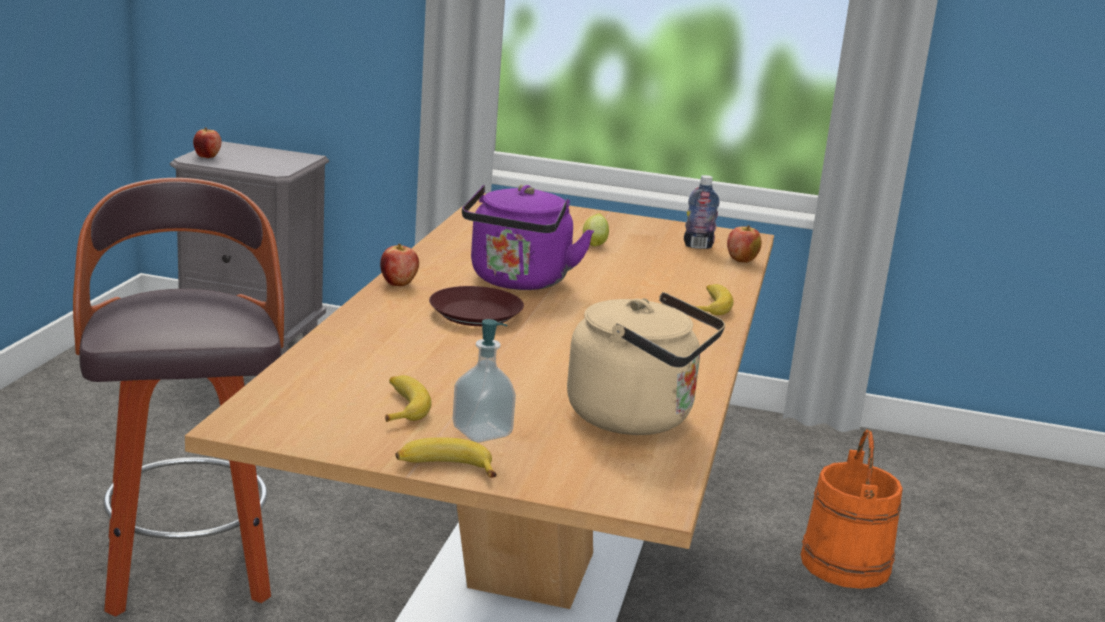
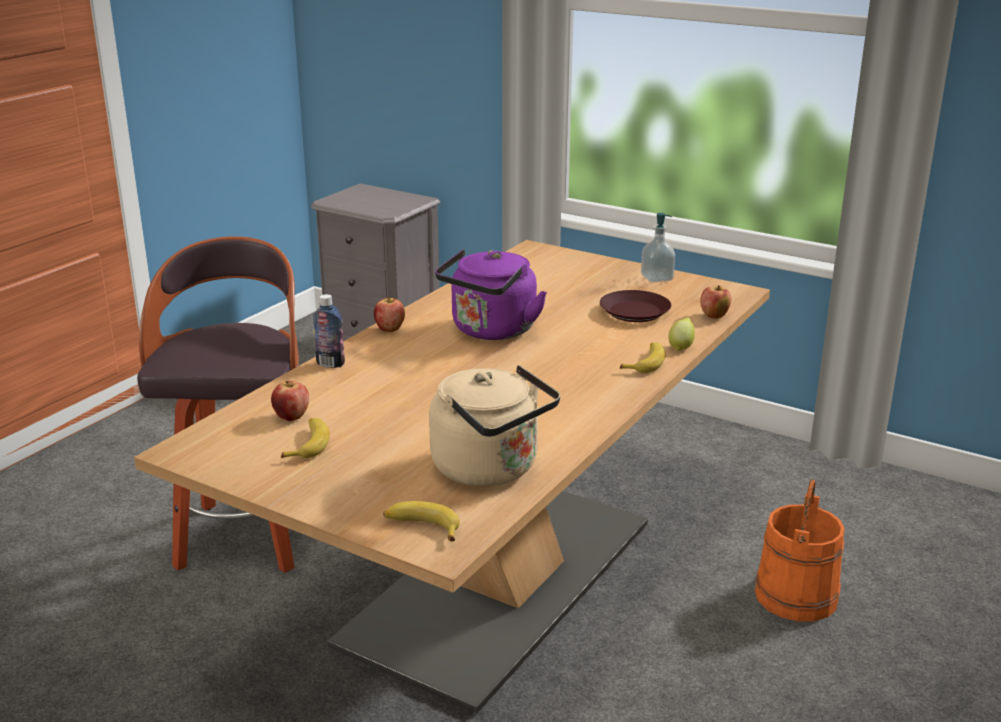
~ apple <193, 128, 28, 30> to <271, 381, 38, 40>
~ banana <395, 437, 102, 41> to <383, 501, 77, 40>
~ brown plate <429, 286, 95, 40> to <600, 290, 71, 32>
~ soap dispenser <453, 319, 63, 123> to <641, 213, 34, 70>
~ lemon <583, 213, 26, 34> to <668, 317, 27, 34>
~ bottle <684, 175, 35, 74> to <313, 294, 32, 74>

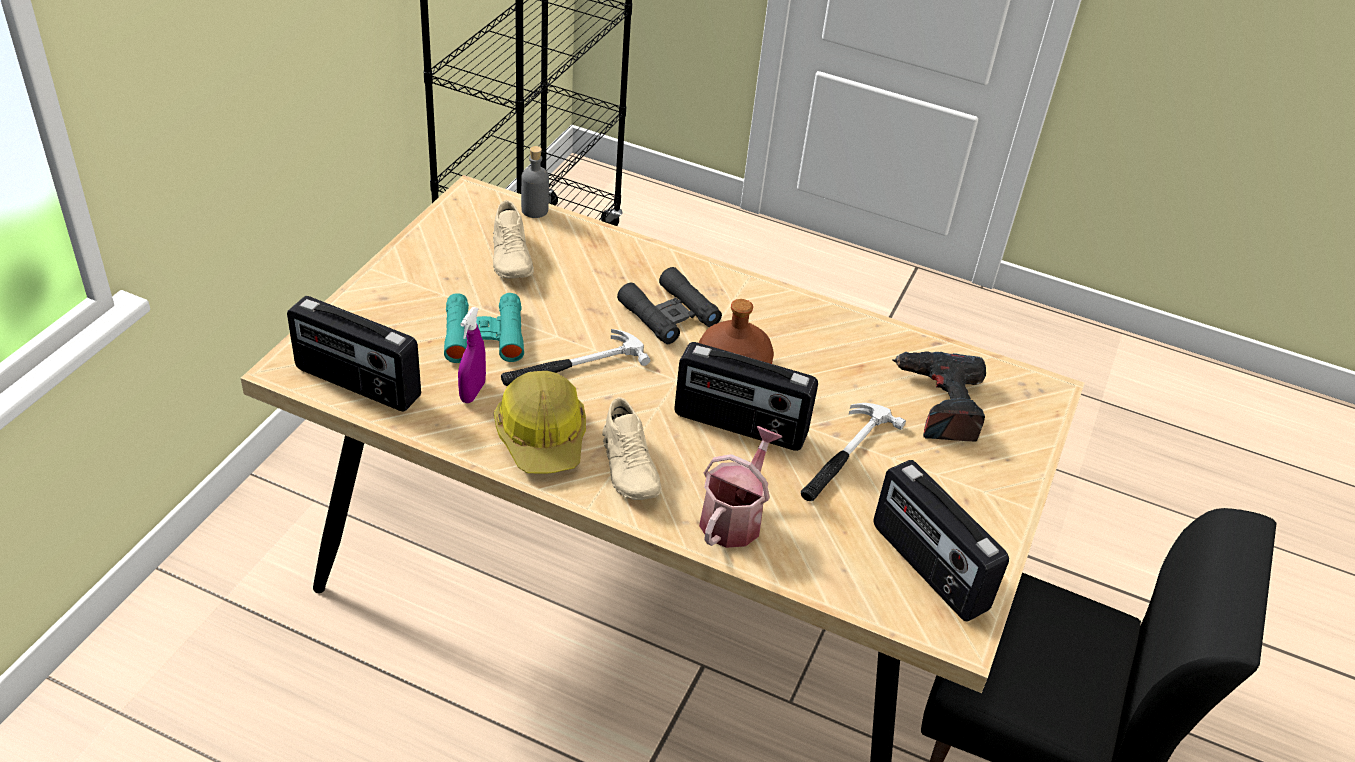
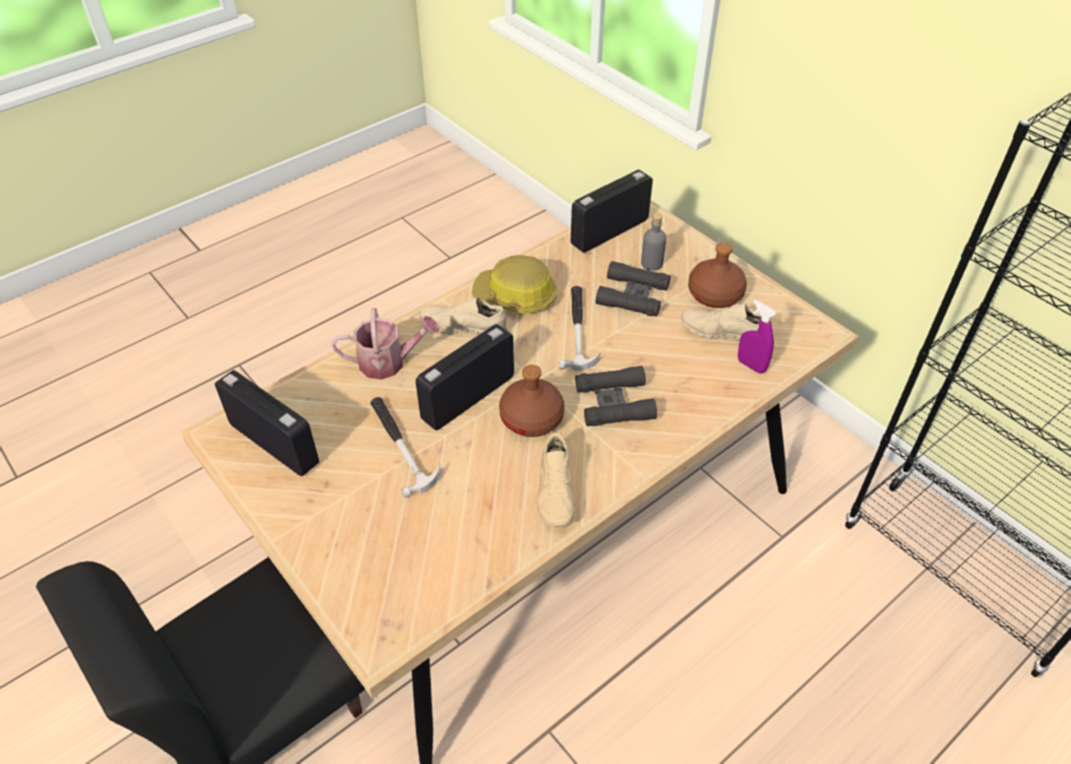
- power drill <893, 351, 93, 90>
+ beige shoe <537, 433, 40, 94>
+ brown bottle <688, 242, 59, 66>
~ purple spray bottle <458, 307, 28, 96> to <738, 300, 38, 74>
~ grey bottle <521, 146, 28, 72> to <641, 213, 25, 58>
~ turquoise binoculars <444, 293, 80, 70> to black binoculars <596, 261, 75, 55>
~ watering can <699, 426, 83, 122> = <332, 308, 108, 72> 60 degrees counterclockwise
~ radio <874, 460, 135, 161> = <215, 370, 104, 106> 45 degrees clockwise

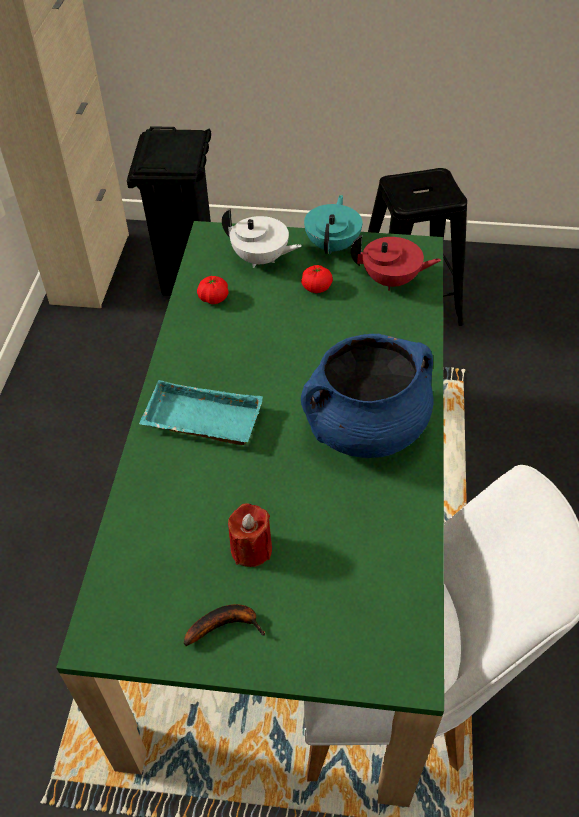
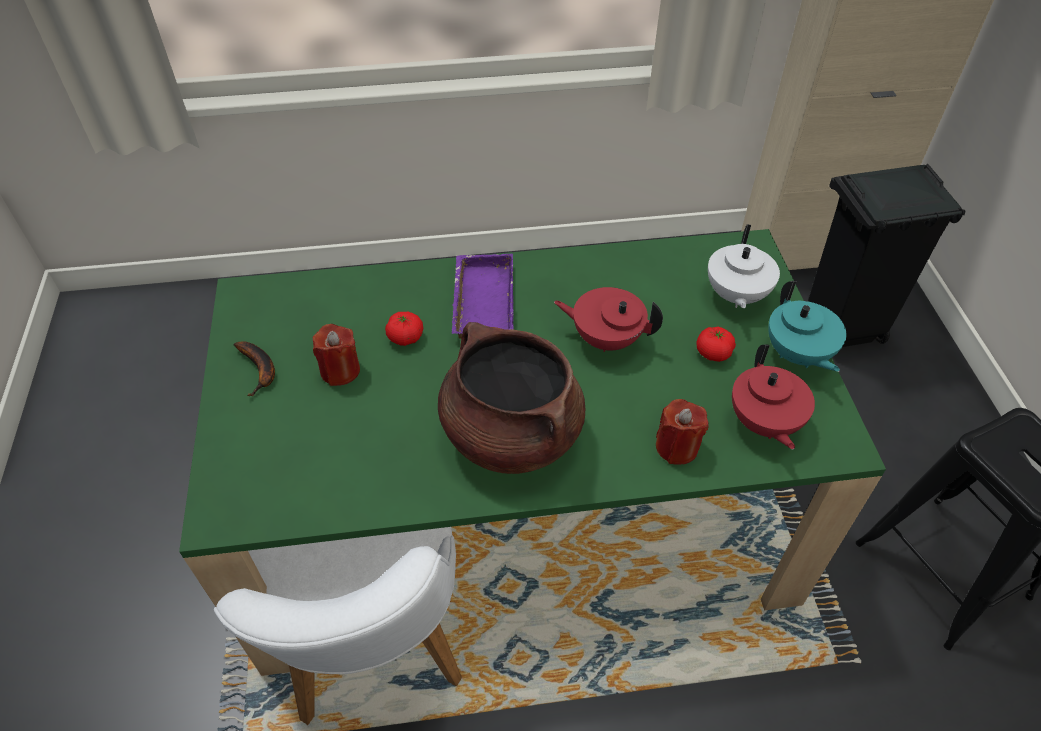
+ red teapot <554, 287, 109, 65>
+ red candle <656, 399, 53, 66>
~ tomato <197, 276, 32, 28> to <385, 312, 38, 34>
~ turquoise tray <139, 380, 124, 65> to purple tray <452, 254, 62, 85>
~ blue cooking pot <301, 334, 133, 124> to brown cooking pot <438, 322, 147, 152>
~ turquoise teapot <304, 195, 58, 60> = <768, 281, 78, 91> 75 degrees clockwise

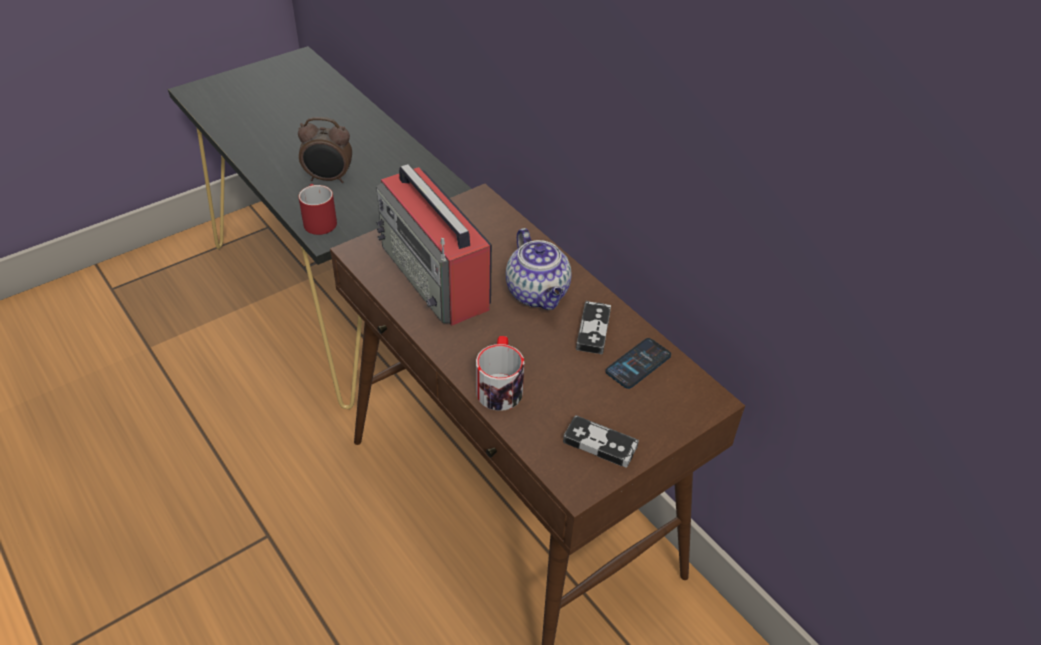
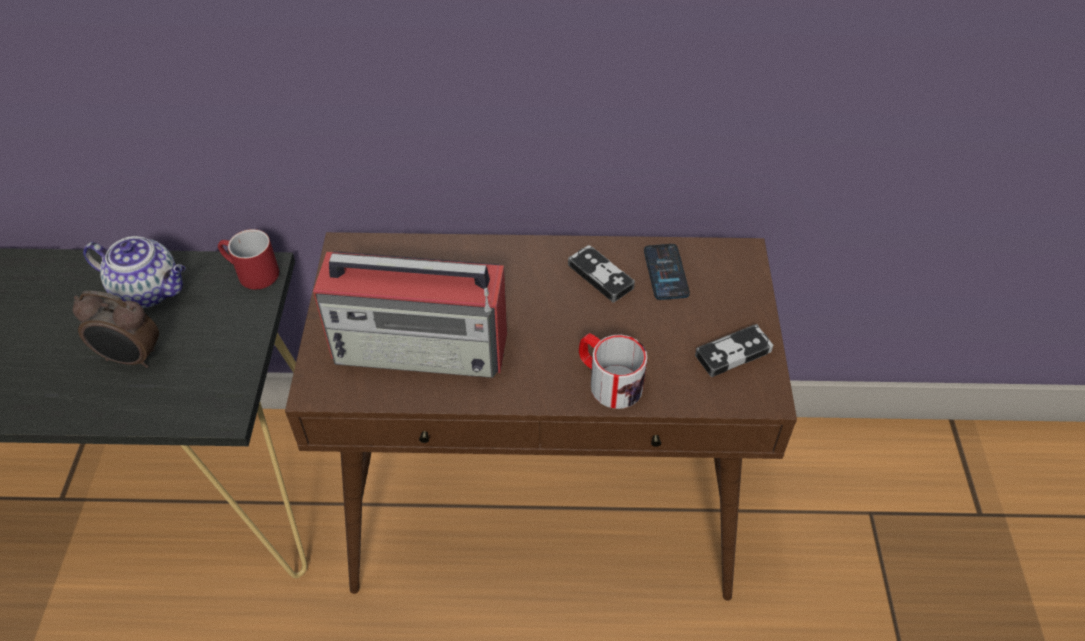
~ red mug <298, 184, 39, 51> to <218, 229, 61, 60>
~ teapot <506, 228, 66, 82> to <83, 236, 102, 72>
~ alarm clock <298, 117, 54, 66> = <73, 291, 86, 77> 60 degrees clockwise

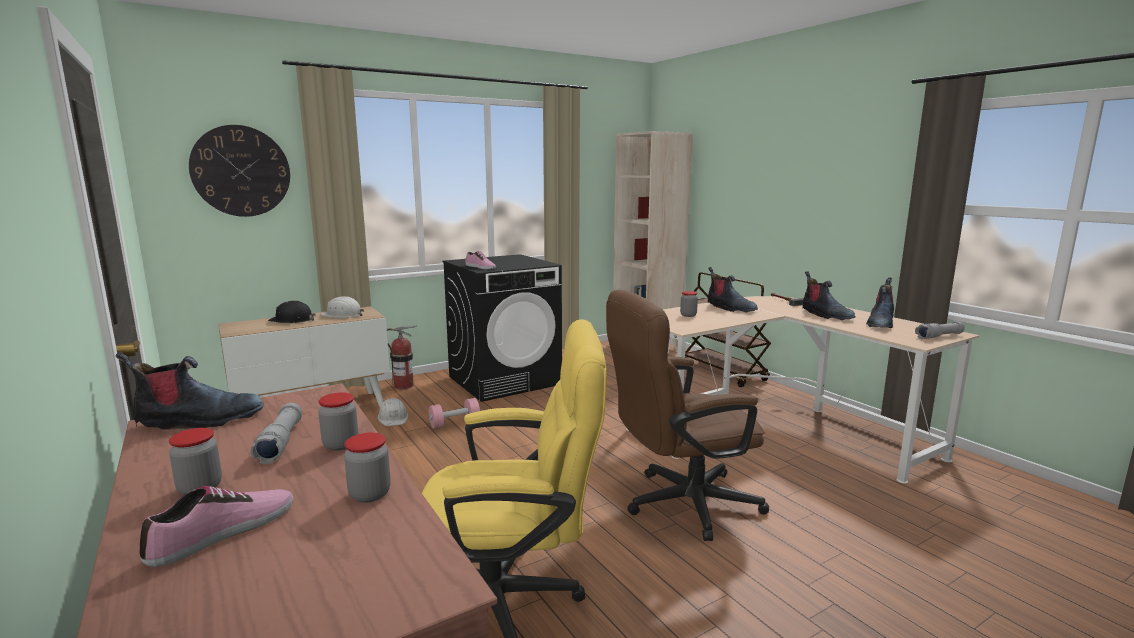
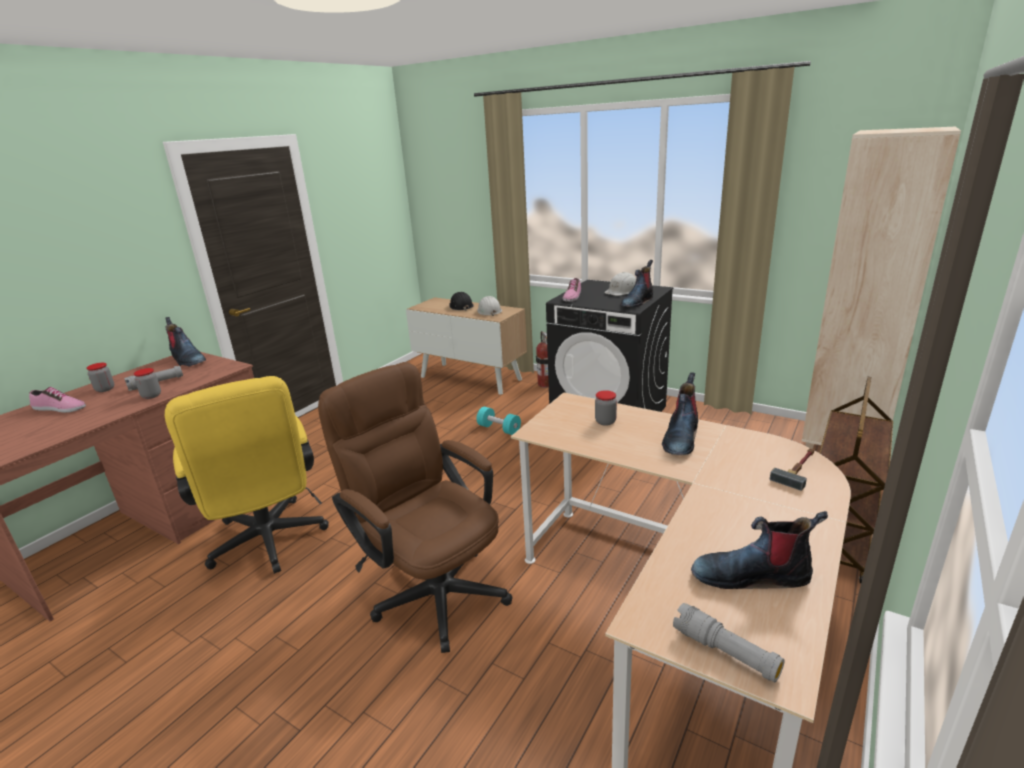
- wall clock <189, 125, 101, 92>
- jar <344, 432, 47, 71>
~ white hard hat <378, 398, 30, 28> to <605, 272, 31, 24>
~ boot <803, 271, 52, 49> to <621, 260, 32, 47>
~ pink dumbbell <429, 398, 51, 30> to turquoise dumbbell <476, 407, 45, 28>

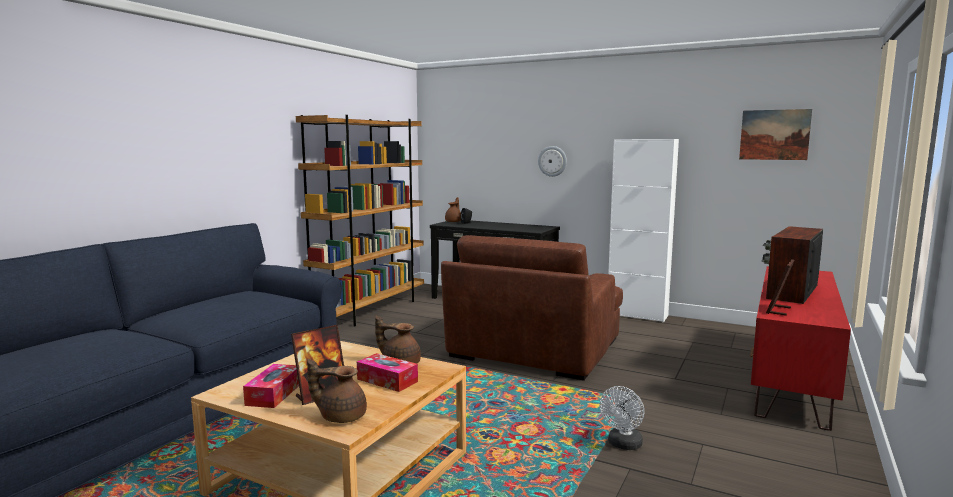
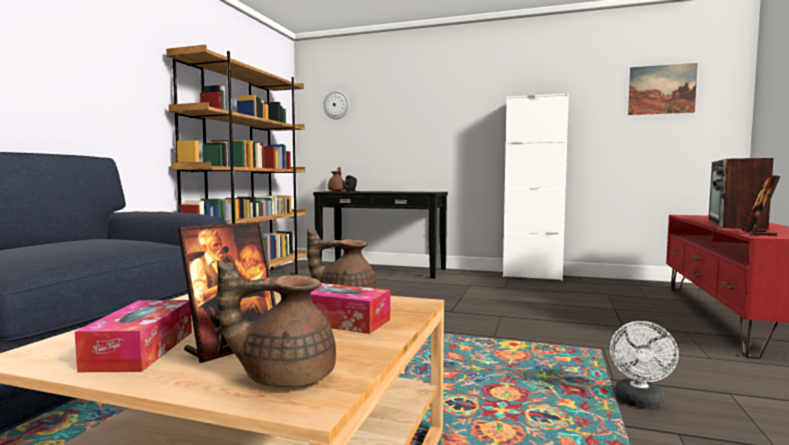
- brown armchair <441, 235, 182, 146>
~ wall clock <538, 146, 29, 31> to <323, 90, 26, 30>

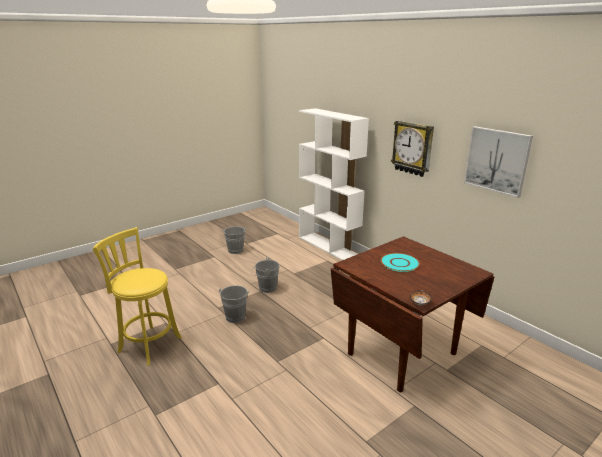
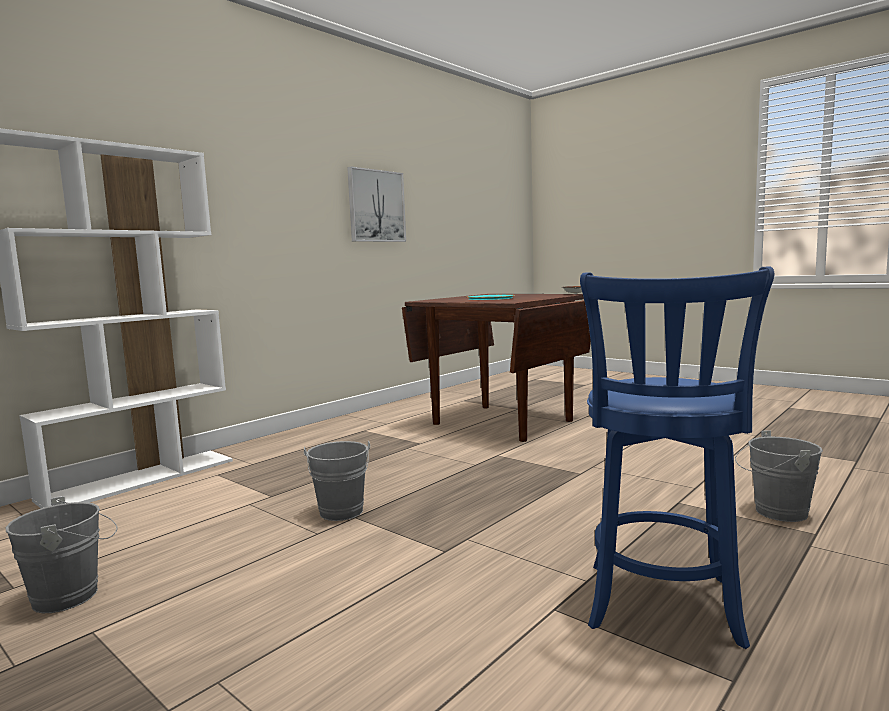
- wall clock <391, 120, 43, 57>
~ grey bucket <219, 285, 29, 38> to <735, 430, 88, 92>
~ yellow stool <93, 227, 89, 138> to blue stool <580, 266, 194, 383>

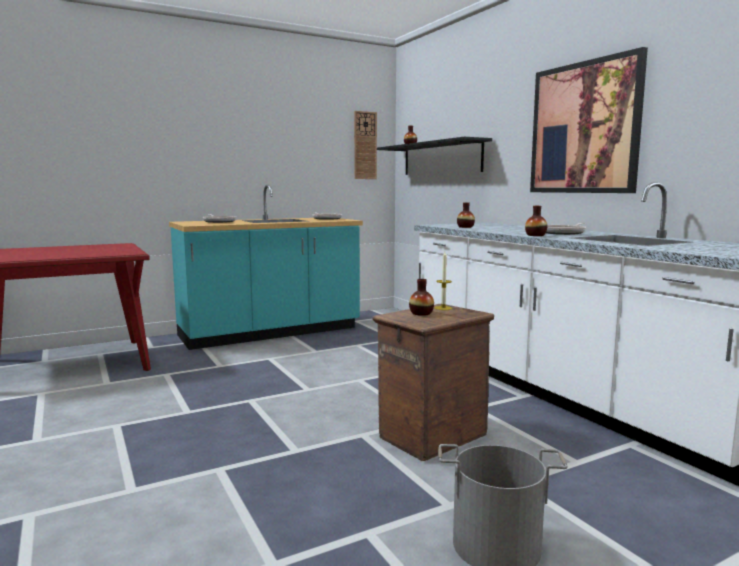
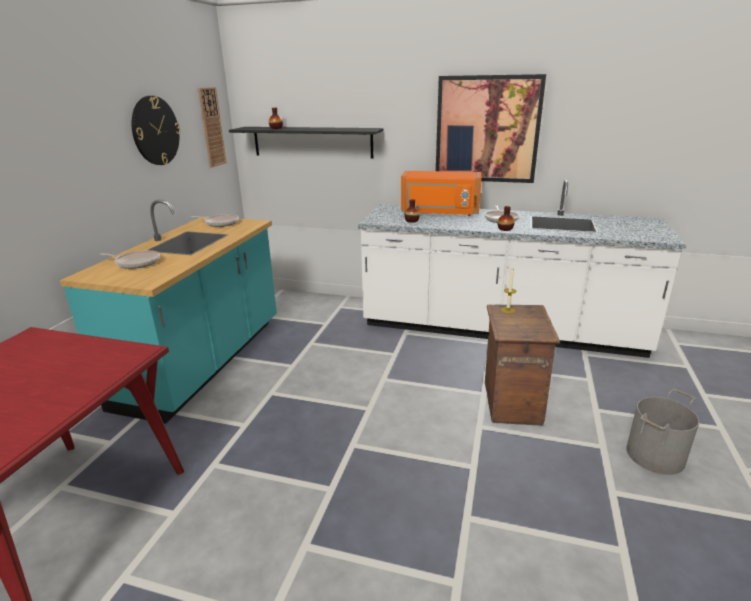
- vase <409, 279, 25, 37>
+ wall clock <131, 96, 50, 69>
+ orange microwave <401, 171, 80, 45>

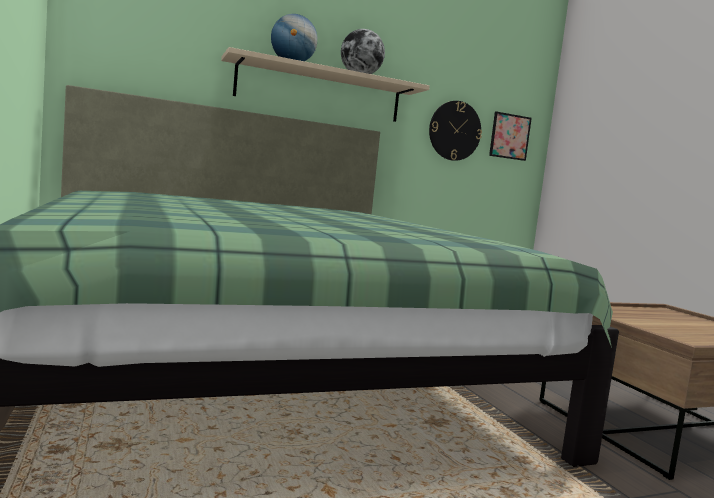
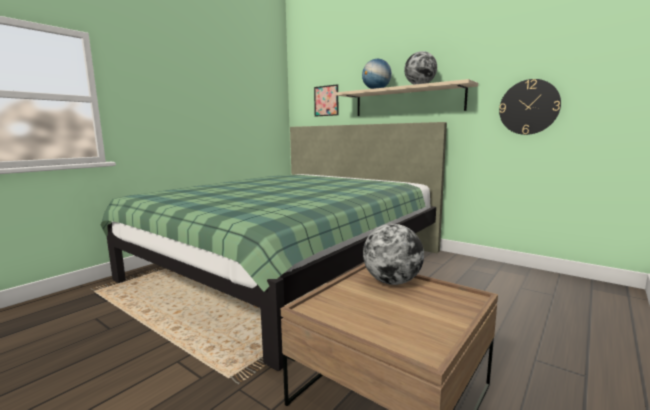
+ globe <363, 224, 61, 61>
~ picture <489, 111, 43, 50> to <314, 84, 24, 33>

